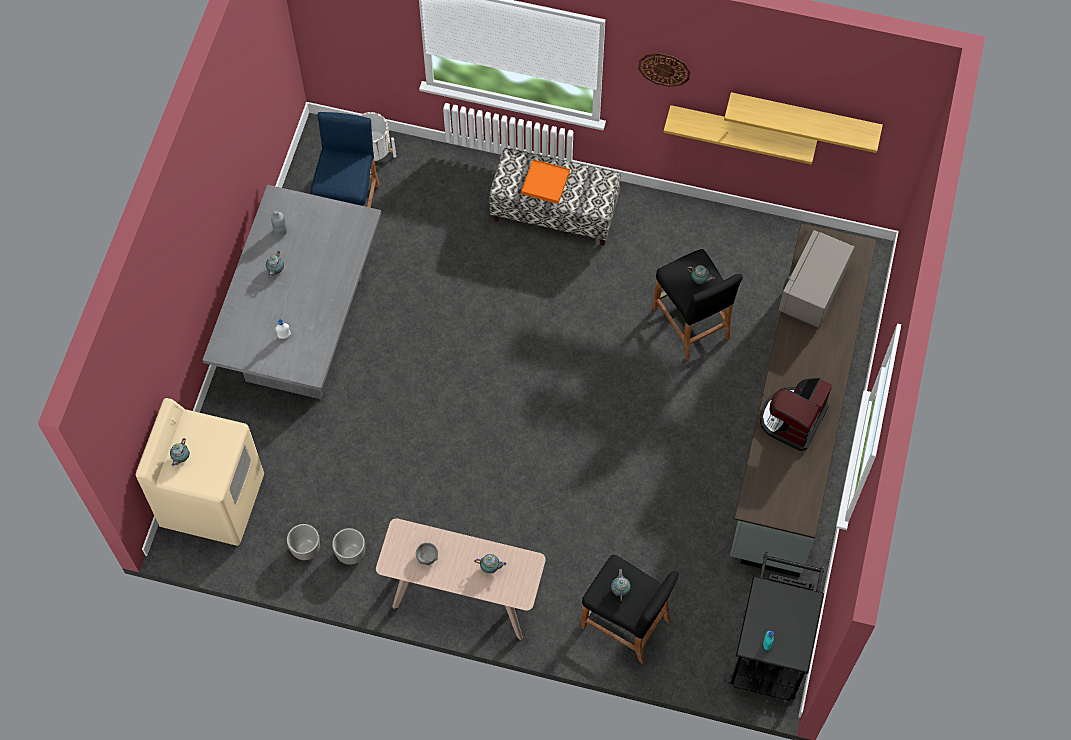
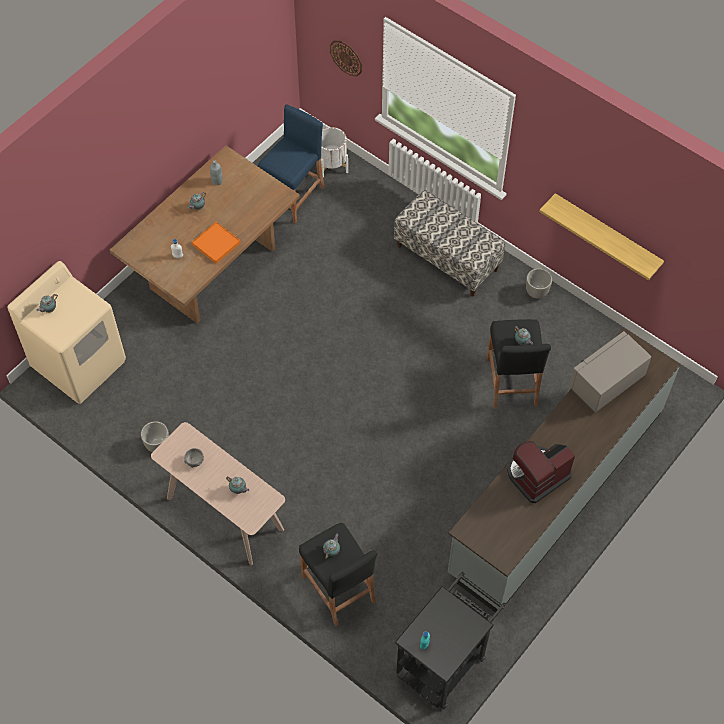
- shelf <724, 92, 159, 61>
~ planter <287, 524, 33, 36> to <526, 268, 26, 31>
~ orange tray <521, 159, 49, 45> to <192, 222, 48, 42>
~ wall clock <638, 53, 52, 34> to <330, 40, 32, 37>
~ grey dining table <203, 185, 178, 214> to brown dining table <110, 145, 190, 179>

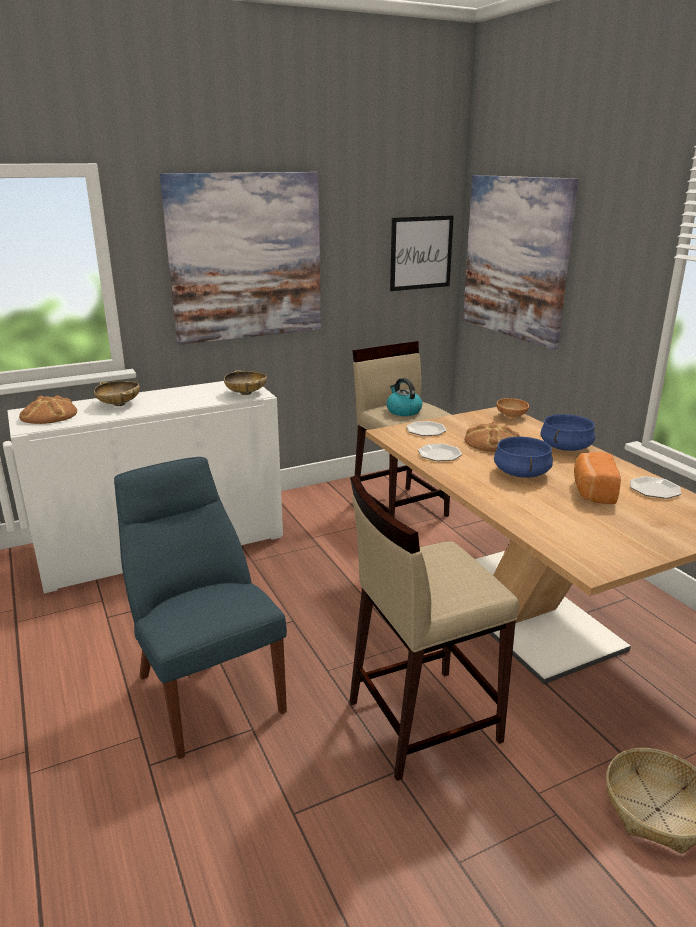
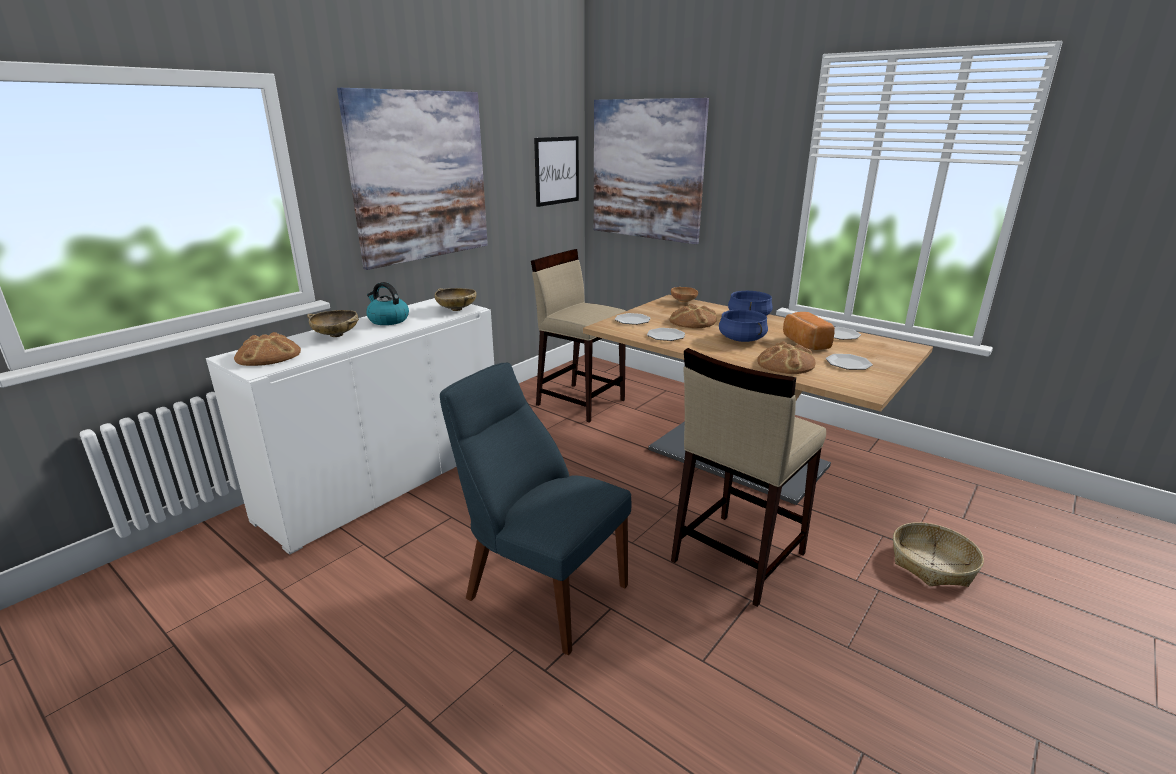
+ bread <757, 341, 59, 33>
+ plate <826, 354, 47, 16>
~ kettle <386, 378, 36, 38> to <366, 282, 43, 43>

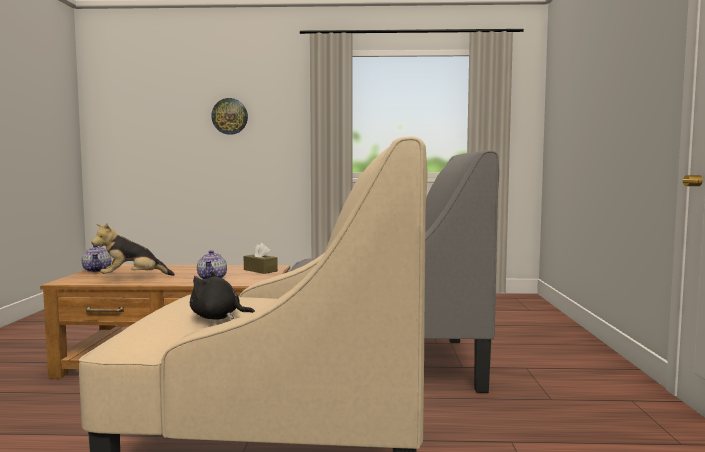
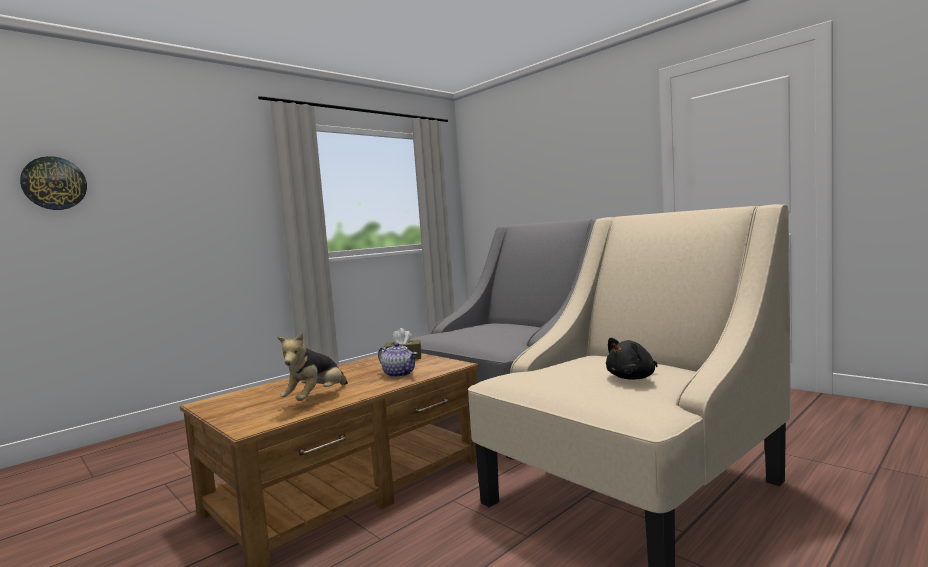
- teapot <82, 245, 29, 27>
~ wall clock <211, 98, 37, 37> to <20, 156, 67, 54>

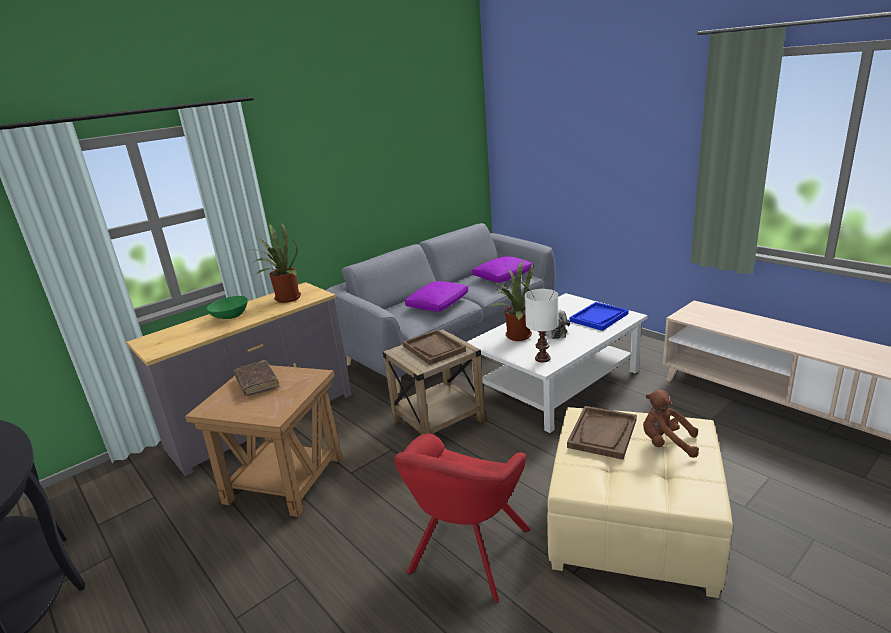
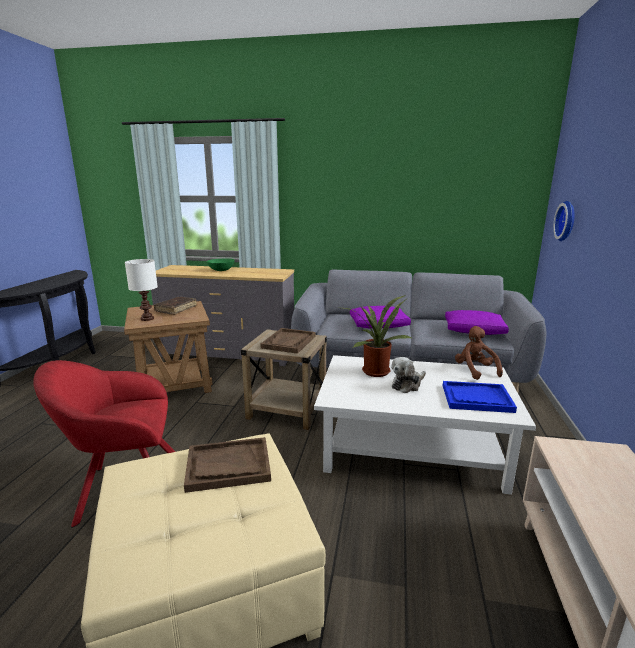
- potted plant <254, 223, 47, 80>
+ wall clock <553, 201, 22, 40>
~ white table lamp <525, 289, 34, 74> to <125, 259, 33, 62>
~ brown plush toy <643, 390, 56, 68> to <455, 326, 48, 54>

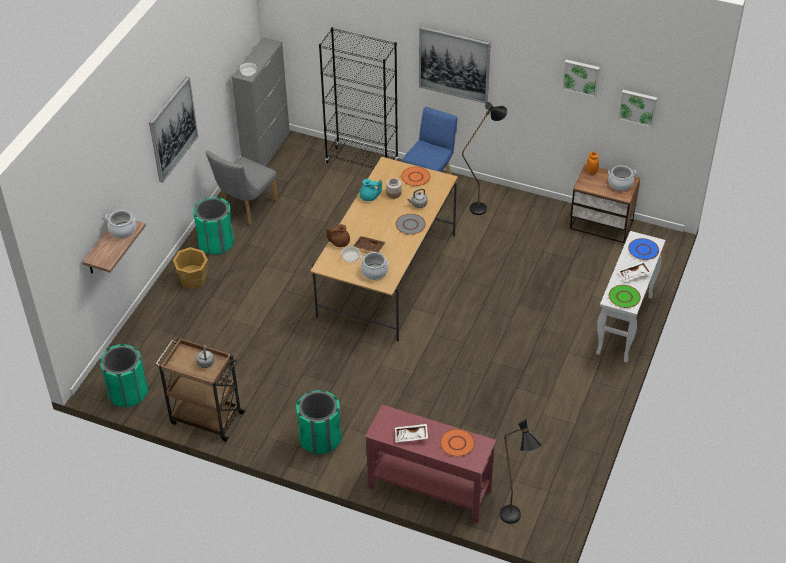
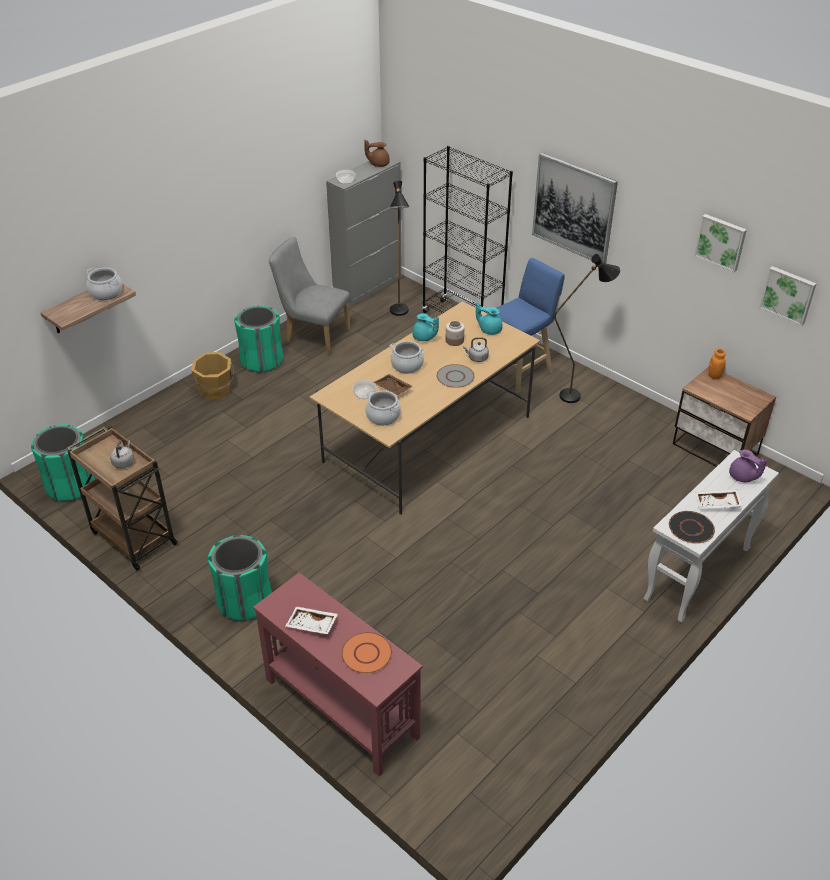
- picture <149, 77, 49, 106>
~ brown teapot <326, 224, 24, 23> to <364, 140, 26, 27>
~ black floor lamp <500, 419, 41, 105> to <390, 181, 19, 135>
~ cooking pot <608, 165, 28, 26> to <390, 341, 35, 33>
~ orange plate <401, 167, 29, 19> to turquoise teapot <476, 302, 27, 33>
~ blue plate <628, 238, 31, 22> to purple teapot <729, 449, 38, 33>
~ green plate <609, 285, 32, 23> to black plate <669, 511, 46, 33>
~ grey chair <206, 151, 72, 74> = <269, 237, 81, 118> 60 degrees clockwise

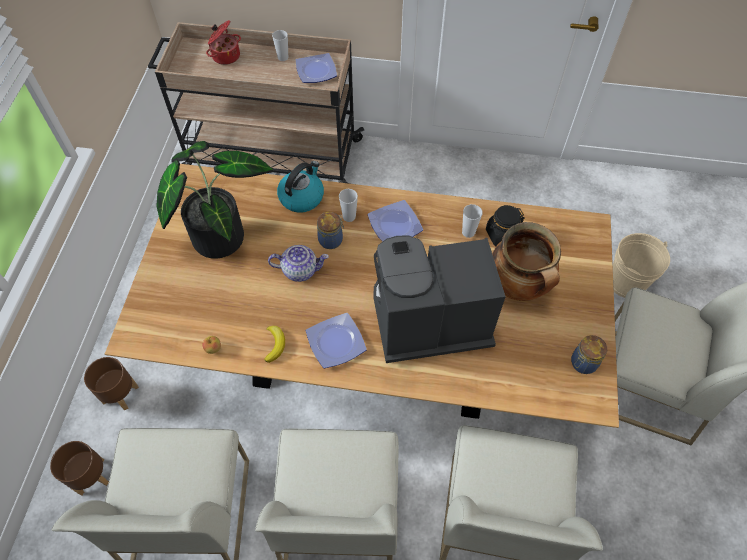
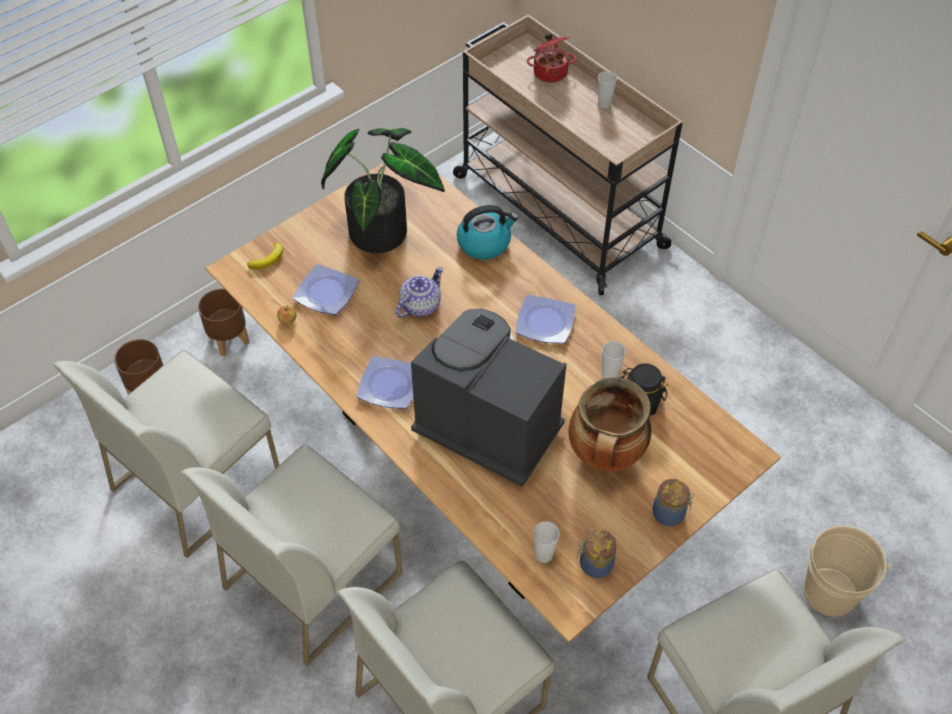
~ banana <264, 326, 21, 37> to <247, 243, 36, 27>
~ plate <296, 53, 41, 30> to <292, 264, 67, 51>
~ jar <317, 212, 27, 37> to <652, 479, 42, 48>
~ cup <339, 189, 19, 33> to <533, 521, 27, 42>
~ teapot <268, 245, 61, 37> = <395, 267, 48, 51> 90 degrees counterclockwise

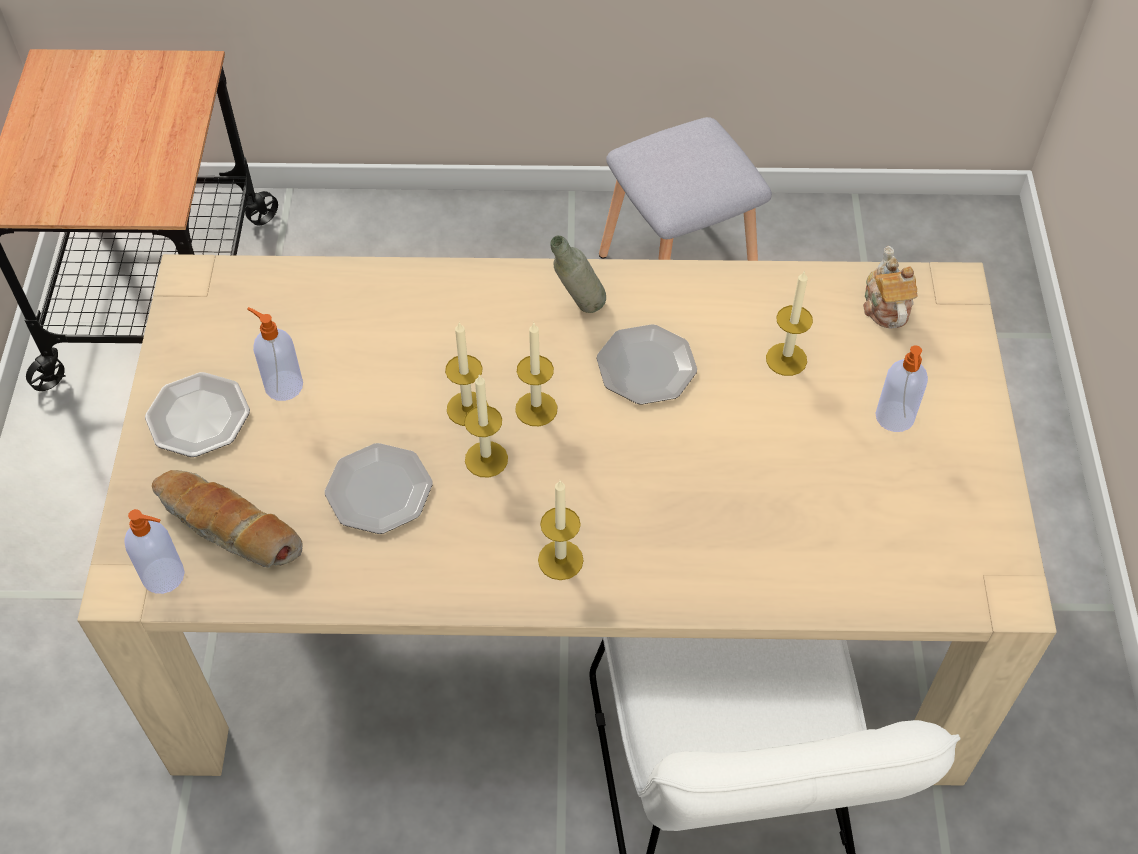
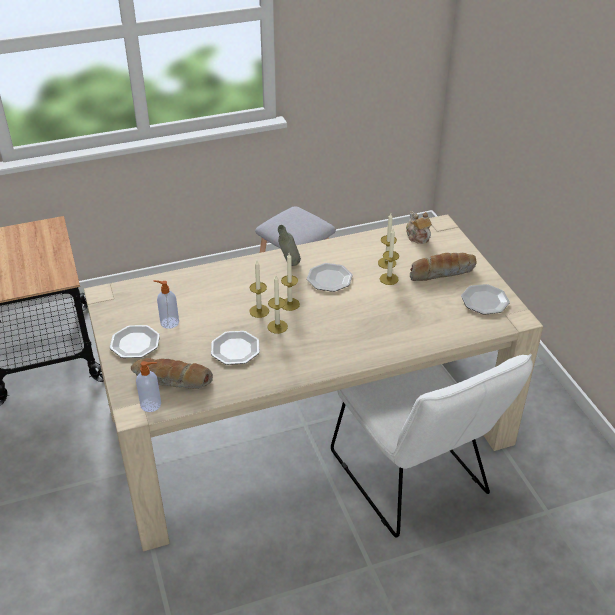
+ plate <461, 284, 49, 31>
~ candle <538, 481, 46, 99> to <380, 229, 19, 56>
~ soap dispenser <875, 345, 53, 87> to bread <410, 253, 67, 28>

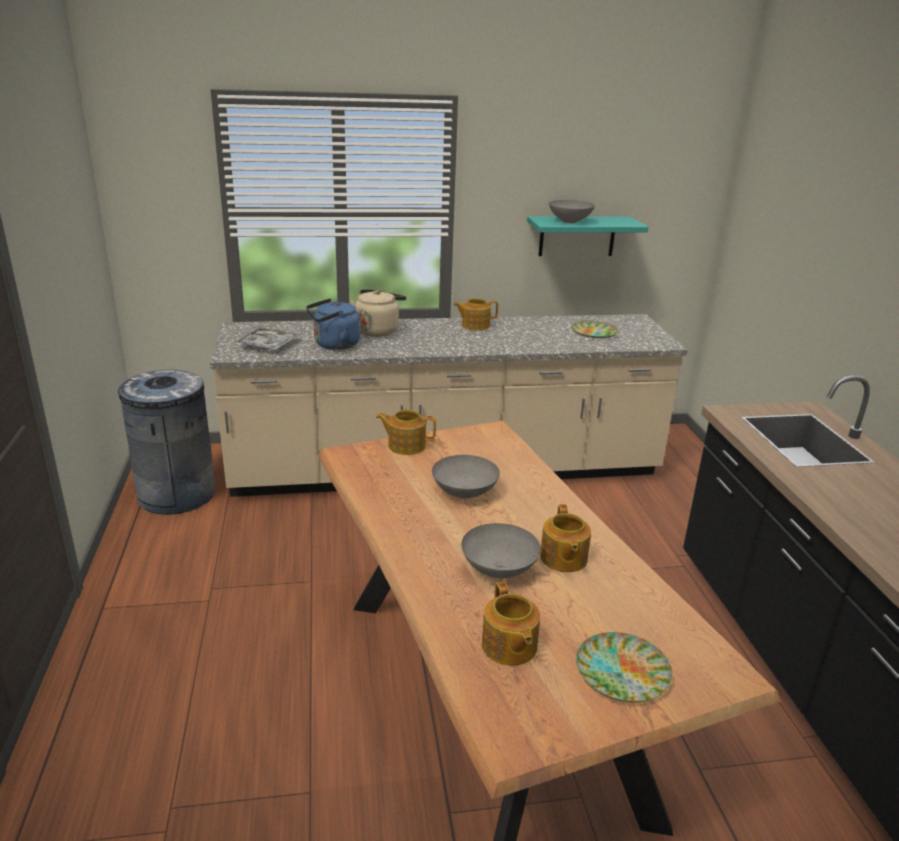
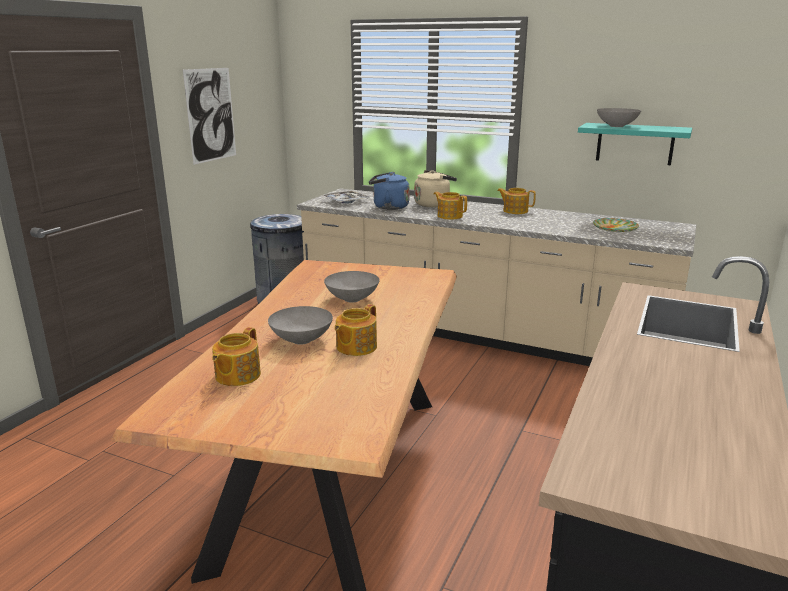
- plate <576, 632, 96, 71>
+ picture <183, 68, 53, 97>
~ teapot <376, 410, 60, 45> to <434, 192, 33, 28>

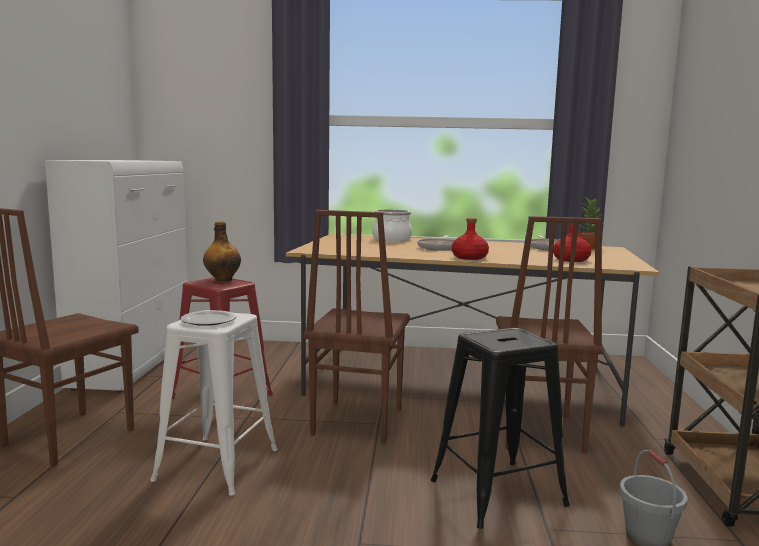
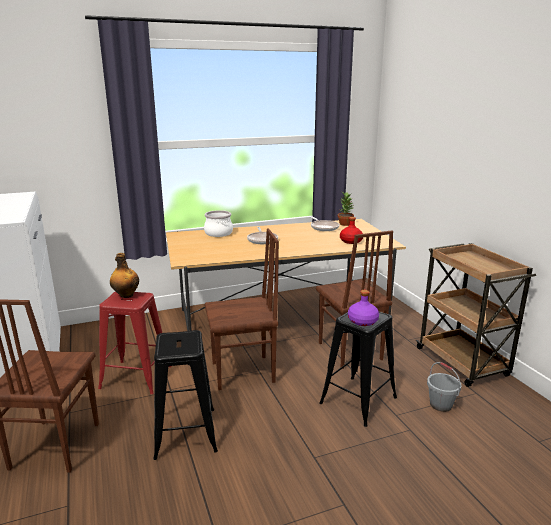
- plate <180, 310, 56, 16>
- red bottle <452, 218, 37, 42>
+ purple bottle <348, 290, 31, 36>
~ white stool <151, 310, 126, 186> to black stool <153, 330, 65, 130>
~ brown chair <304, 210, 106, 234> = <205, 229, 74, 161> 90 degrees counterclockwise

